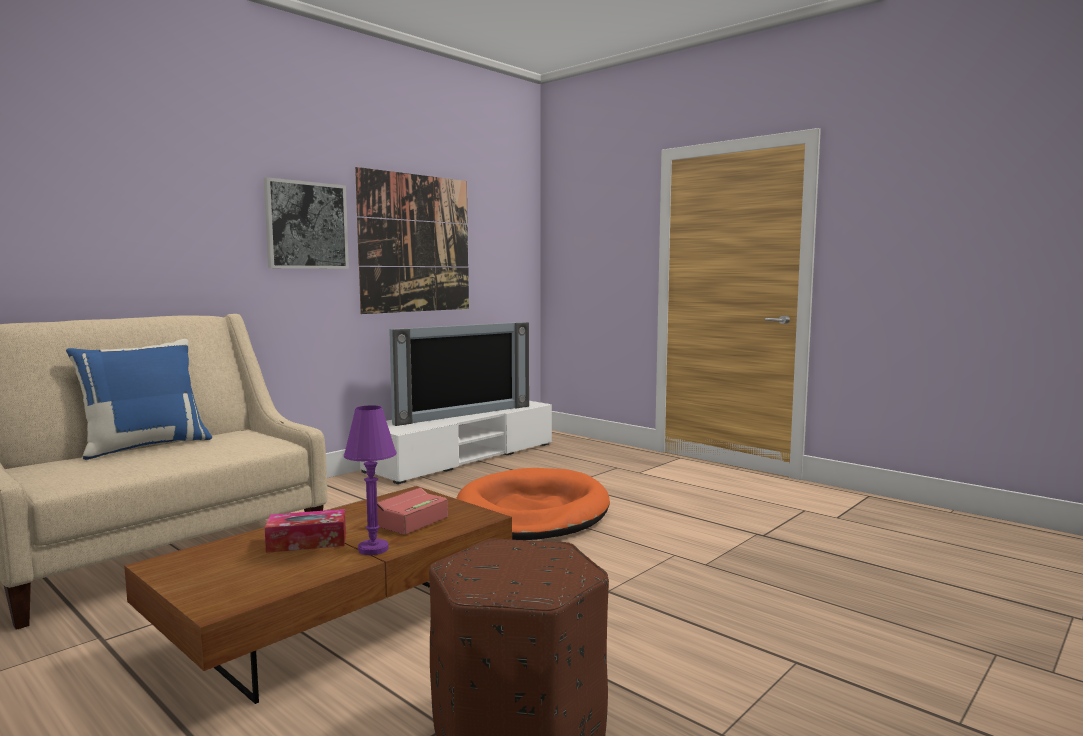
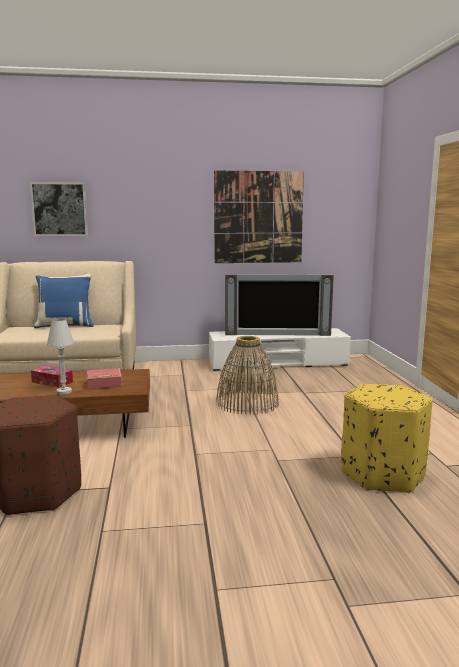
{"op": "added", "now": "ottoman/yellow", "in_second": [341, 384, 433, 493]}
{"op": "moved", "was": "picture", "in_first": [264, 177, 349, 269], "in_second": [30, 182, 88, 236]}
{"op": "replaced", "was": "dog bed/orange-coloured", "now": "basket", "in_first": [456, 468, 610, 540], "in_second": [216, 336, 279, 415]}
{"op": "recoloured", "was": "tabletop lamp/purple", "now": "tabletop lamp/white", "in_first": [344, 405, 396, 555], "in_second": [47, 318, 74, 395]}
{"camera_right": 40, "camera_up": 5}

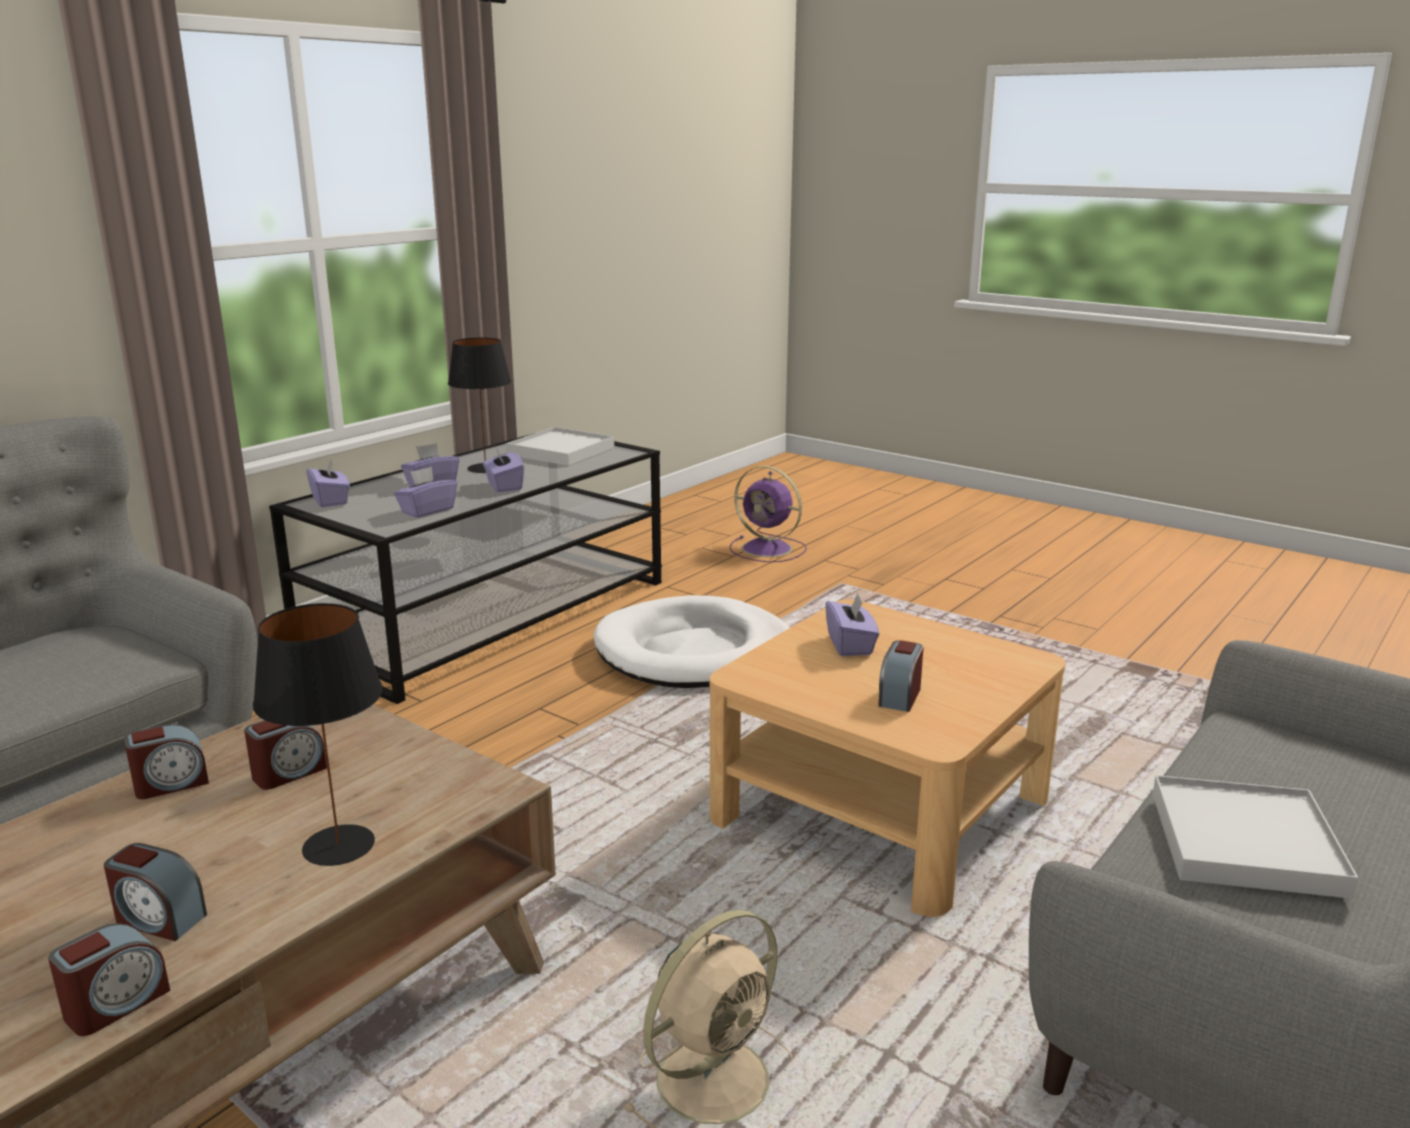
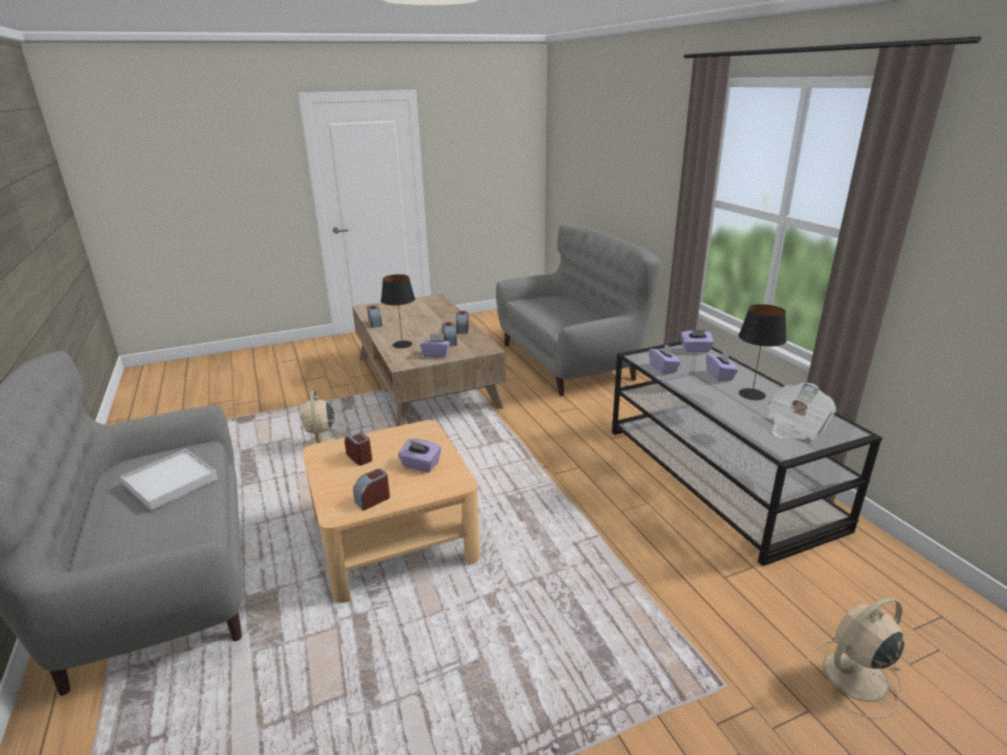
{"op": "removed", "was": "dog bed/white", "in_first": [594, 595, 790, 688]}
{"op": "moved", "was": "table clock", "in_first": [104, 843, 207, 941], "in_second": [353, 469, 390, 511]}
{"op": "moved", "was": "tissue box/purple", "in_first": [483, 448, 524, 492], "in_second": [420, 334, 450, 357]}
{"op": "replaced", "was": "serving tray/white", "now": "newspaper", "in_first": [506, 427, 614, 466], "in_second": [768, 382, 836, 440]}
{"op": "recoloured", "was": "cooling fan/purple", "now": "cooling fan/sand-coloured", "in_first": [729, 466, 807, 562], "in_second": [807, 597, 905, 719]}
{"camera_right": 120, "camera_up": 5}

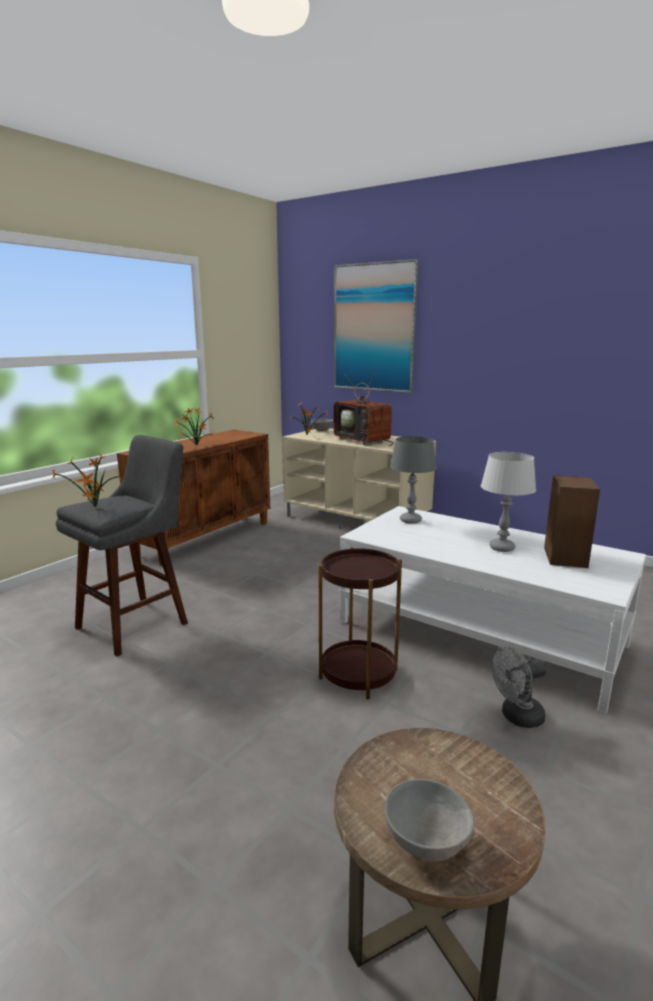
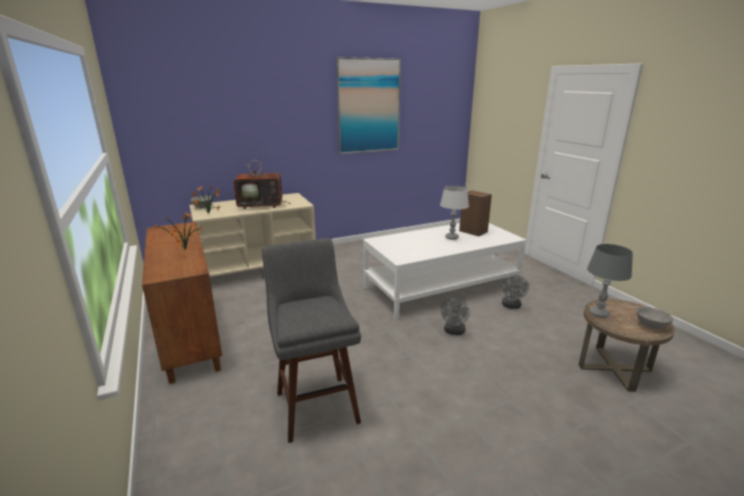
{"op": "removed", "was": "potted plant", "in_first": [52, 453, 122, 507]}
{"op": "moved", "was": "picture", "in_first": [334, 259, 419, 393], "in_second": [336, 57, 401, 154]}
{"op": "moved", "was": "tabletop lamp/greyish", "in_first": [390, 436, 437, 524], "in_second": [587, 244, 633, 318]}
{"op": "replaced", "was": "accent table/brownish", "now": "cooling fan/greyish", "in_first": [319, 547, 402, 699], "in_second": [441, 298, 470, 335]}
{"camera_right": -60, "camera_up": 5}

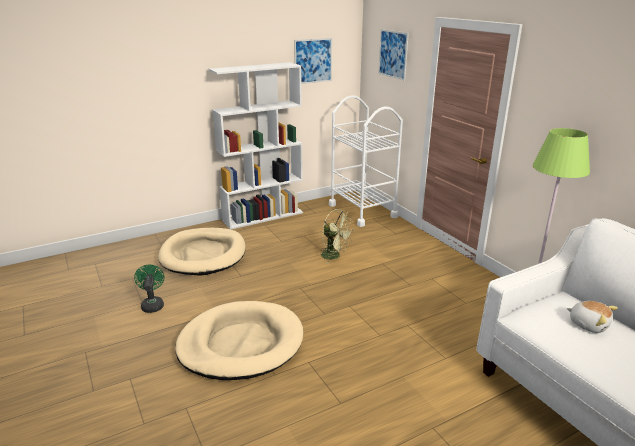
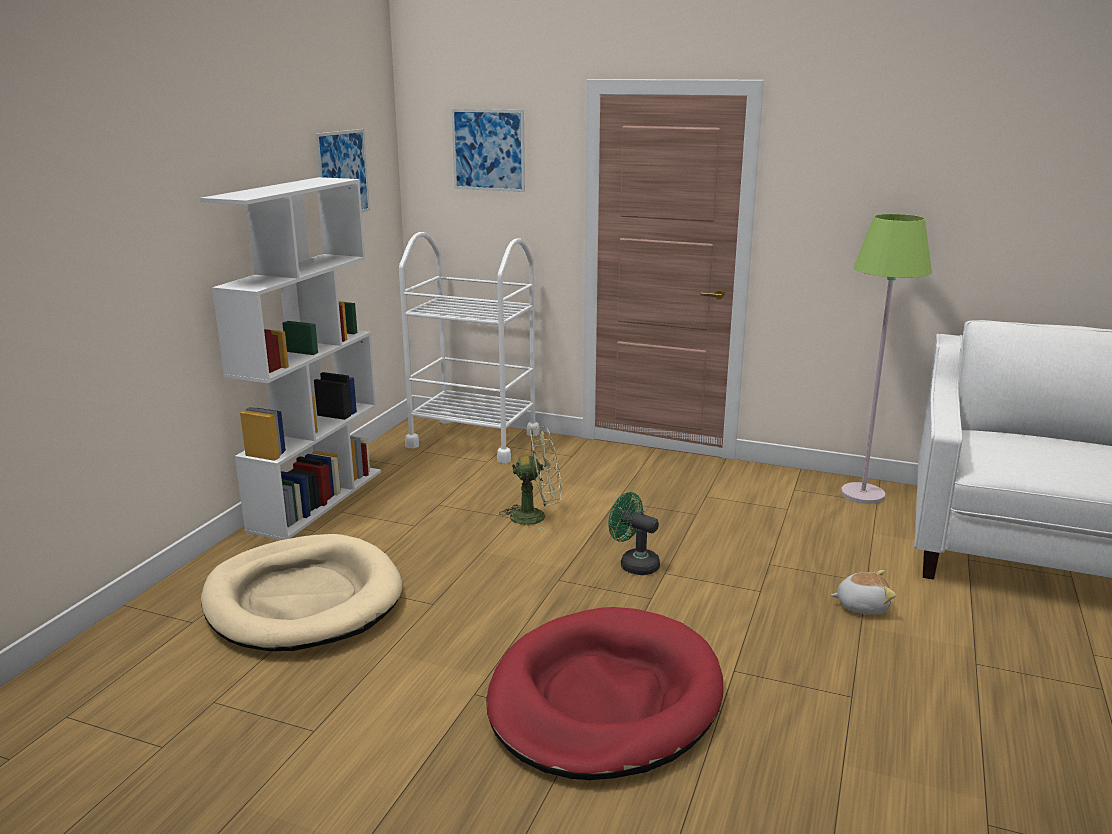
{"op": "moved", "was": "cooling fan/green-coloured", "in_first": [134, 265, 164, 313], "in_second": [608, 492, 660, 575]}
{"op": "moved", "was": "soft toy", "in_first": [566, 301, 618, 333], "in_second": [831, 570, 896, 615]}
{"op": "recoloured", "was": "dog bed/sand-coloured", "now": "dog bed/red", "in_first": [175, 301, 303, 380], "in_second": [486, 607, 723, 780]}
{"camera_right": -40, "camera_up": -5}

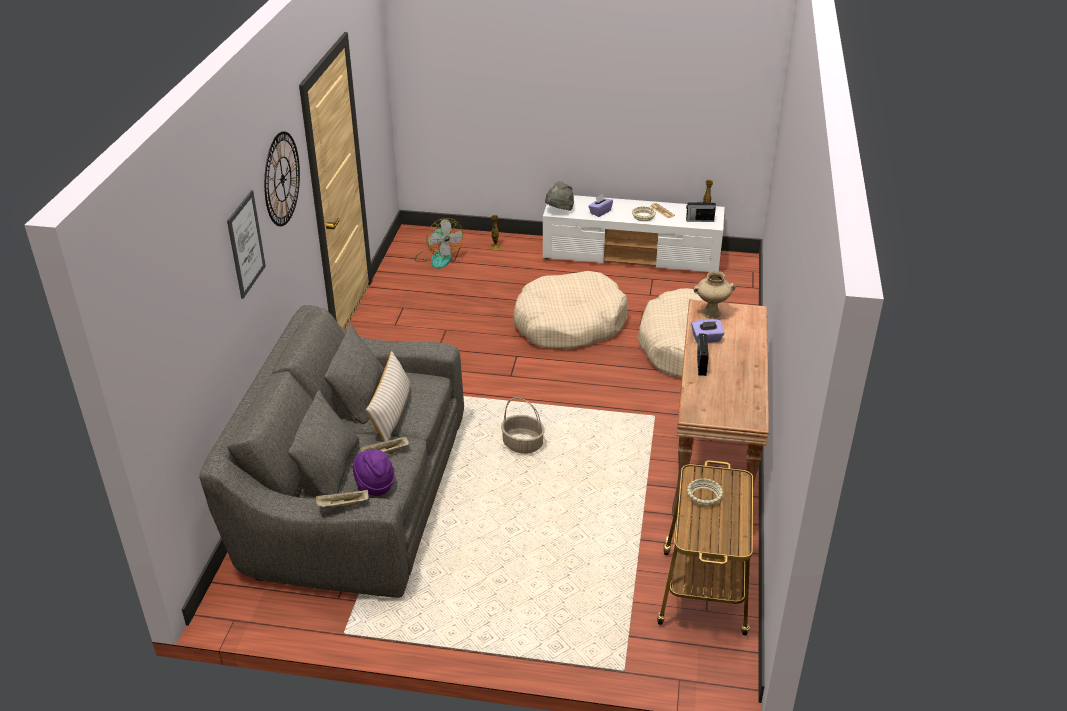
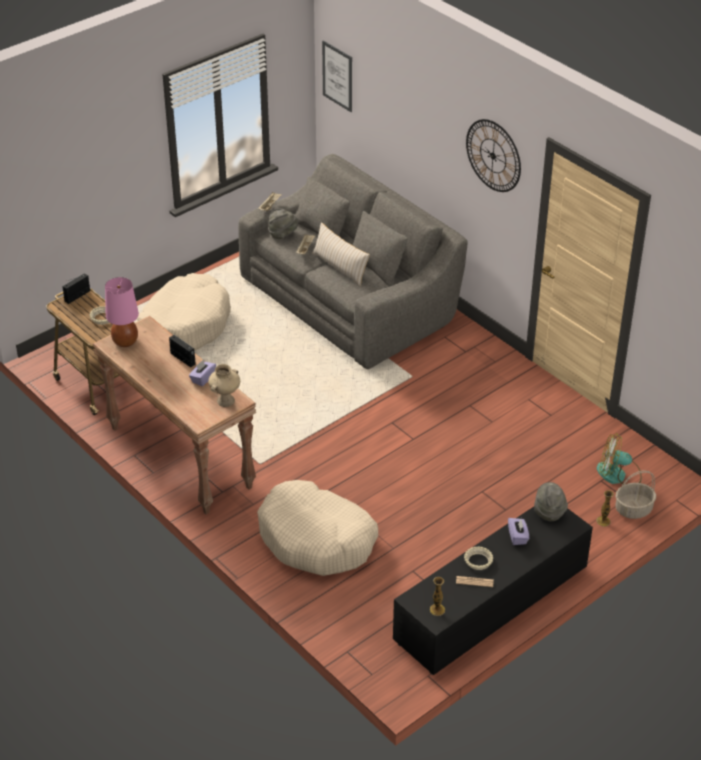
{"op": "added", "now": "tabletop lamp/pink", "in_second": [105, 277, 139, 347]}
{"op": "moved", "was": "picture", "in_first": [227, 190, 266, 299], "in_second": [322, 40, 352, 112]}
{"op": "moved", "was": "basket", "in_first": [501, 397, 545, 454], "in_second": [615, 471, 656, 519]}
{"op": "moved", "was": "dog bed/sand-coloured", "in_first": [513, 271, 628, 349], "in_second": [137, 273, 231, 351]}
{"op": "moved", "was": "radio receiver", "in_first": [686, 199, 716, 222], "in_second": [62, 273, 90, 304]}
{"op": "recoloured", "was": "wearable hat/purple", "now": "wearable hat/greyish", "in_first": [352, 449, 395, 496], "in_second": [268, 208, 298, 239]}
{"op": "recoloured", "was": "media console/white", "now": "media console/black-coloured", "in_first": [543, 195, 725, 272], "in_second": [393, 507, 593, 675]}
{"camera_right": 130, "camera_up": 5}

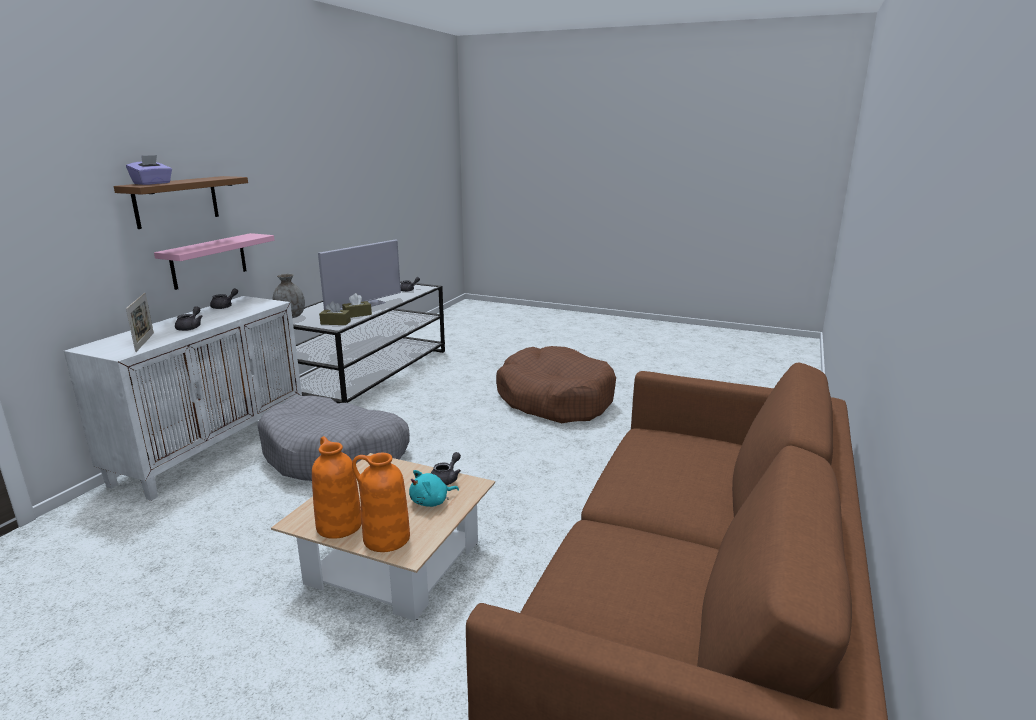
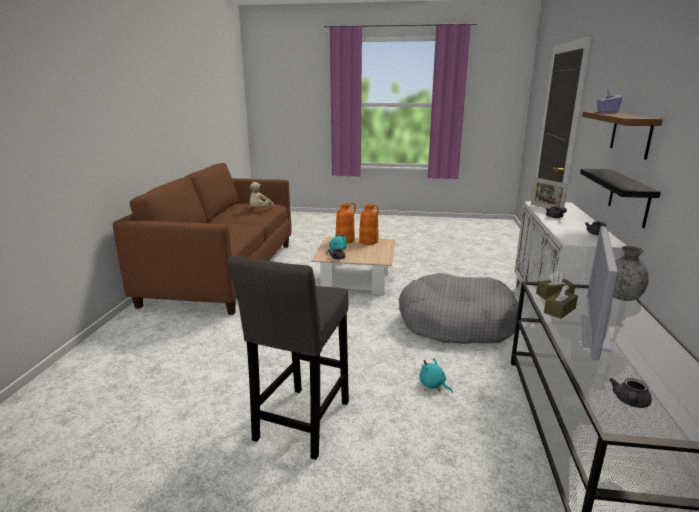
{"op": "added", "now": "soft toy/sand-coloured", "in_second": [250, 182, 274, 207]}
{"op": "added", "now": "soft toy/turquoise", "in_second": [419, 358, 453, 393]}
{"op": "replaced", "was": "dog bed/brownish", "now": "stool seat/greyish", "in_first": [496, 346, 616, 423], "in_second": [227, 255, 349, 460]}
{"op": "recoloured", "was": "bracket shelf/pink", "now": "bracket shelf/black-coloured", "in_first": [154, 233, 275, 290], "in_second": [580, 169, 661, 228]}
{"camera_right": 165, "camera_up": 0}

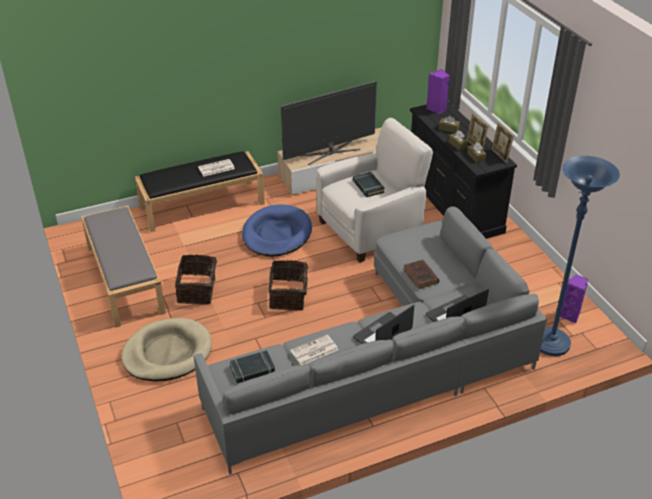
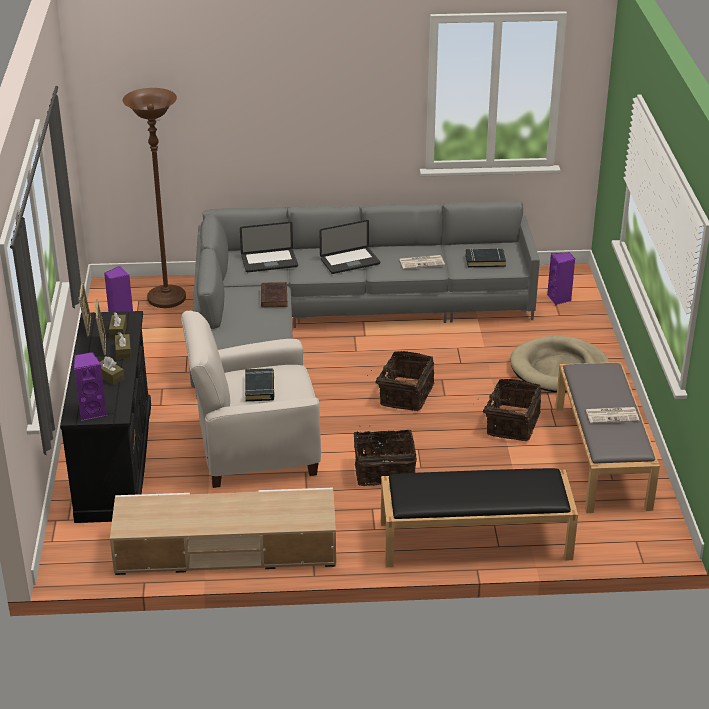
{"op": "removed", "was": "television", "in_first": [281, 81, 377, 165]}
{"op": "added", "now": "loudspeaker/purple", "in_second": [547, 252, 575, 305]}
{"op": "moved", "was": "newspaper", "in_first": [198, 159, 235, 177], "in_second": [586, 407, 639, 423]}
{"op": "replaced", "was": "dog bed/blue", "now": "basket", "in_first": [242, 204, 312, 256], "in_second": [354, 426, 417, 486]}
{"op": "recoloured", "was": "floor lamp/blue", "now": "floor lamp/brownish", "in_first": [540, 156, 620, 356], "in_second": [123, 88, 186, 308]}
{"camera_right": -160, "camera_up": -5}

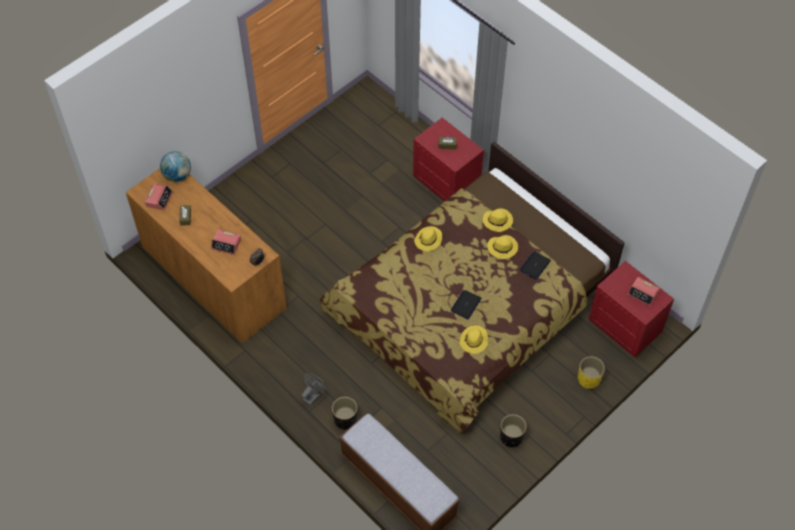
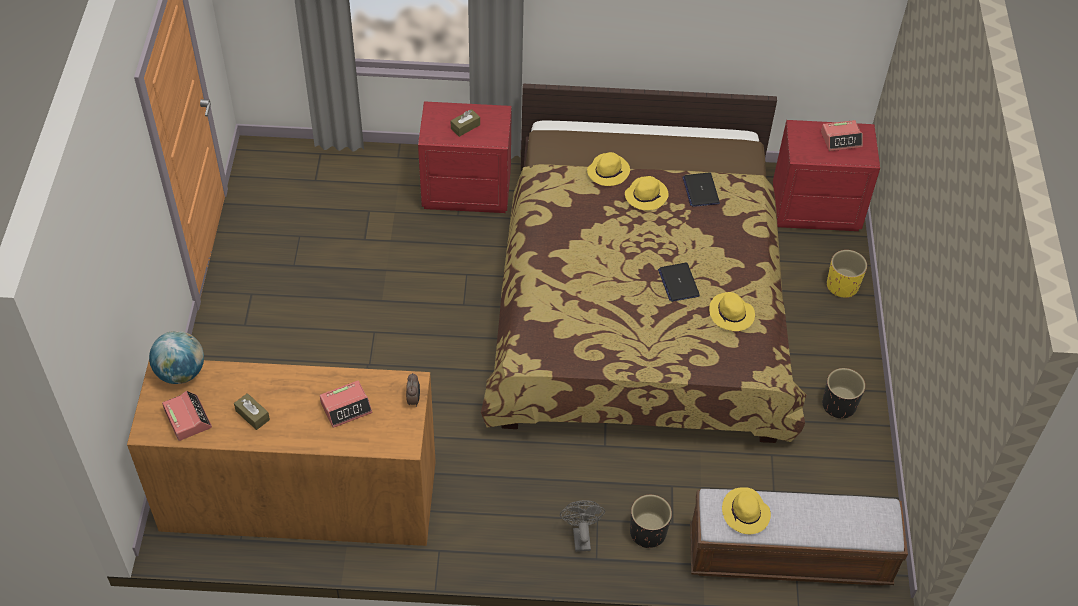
{"op": "moved", "was": "wearable hat/yellow", "in_first": [414, 226, 442, 251], "in_second": [722, 487, 771, 534]}
{"camera_right": -45, "camera_up": -5}

